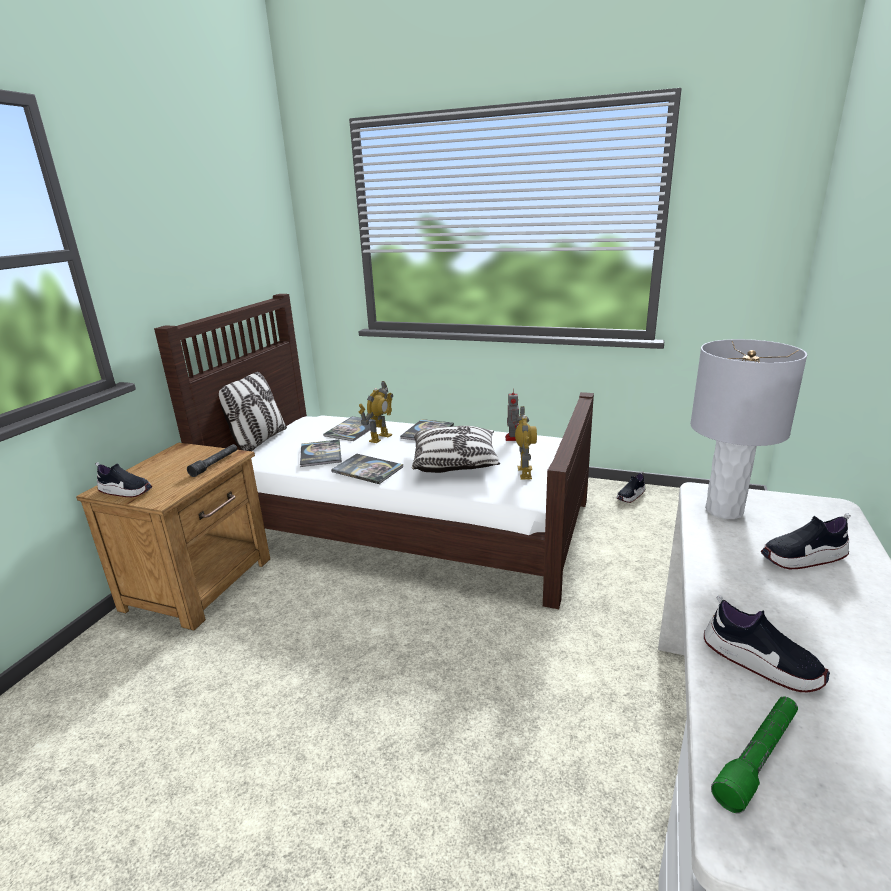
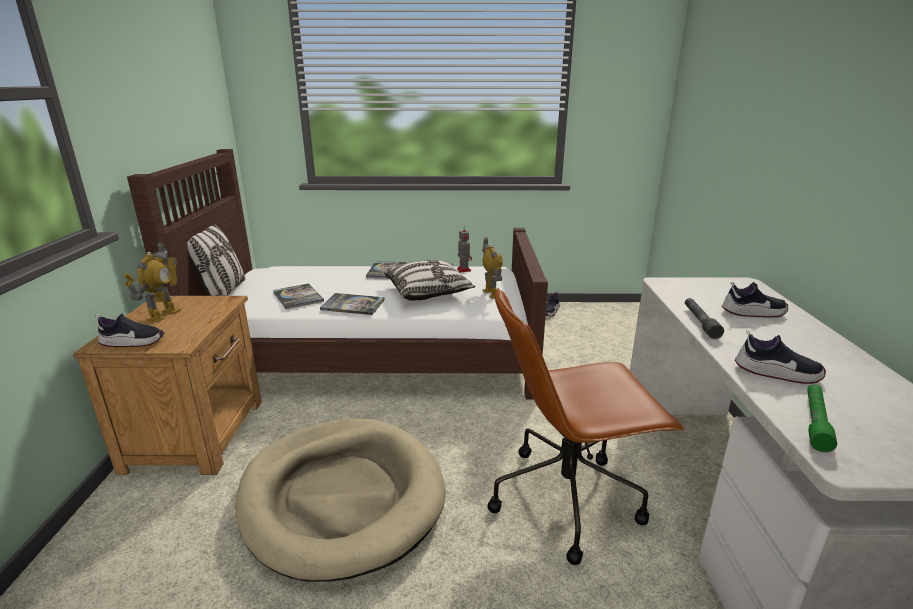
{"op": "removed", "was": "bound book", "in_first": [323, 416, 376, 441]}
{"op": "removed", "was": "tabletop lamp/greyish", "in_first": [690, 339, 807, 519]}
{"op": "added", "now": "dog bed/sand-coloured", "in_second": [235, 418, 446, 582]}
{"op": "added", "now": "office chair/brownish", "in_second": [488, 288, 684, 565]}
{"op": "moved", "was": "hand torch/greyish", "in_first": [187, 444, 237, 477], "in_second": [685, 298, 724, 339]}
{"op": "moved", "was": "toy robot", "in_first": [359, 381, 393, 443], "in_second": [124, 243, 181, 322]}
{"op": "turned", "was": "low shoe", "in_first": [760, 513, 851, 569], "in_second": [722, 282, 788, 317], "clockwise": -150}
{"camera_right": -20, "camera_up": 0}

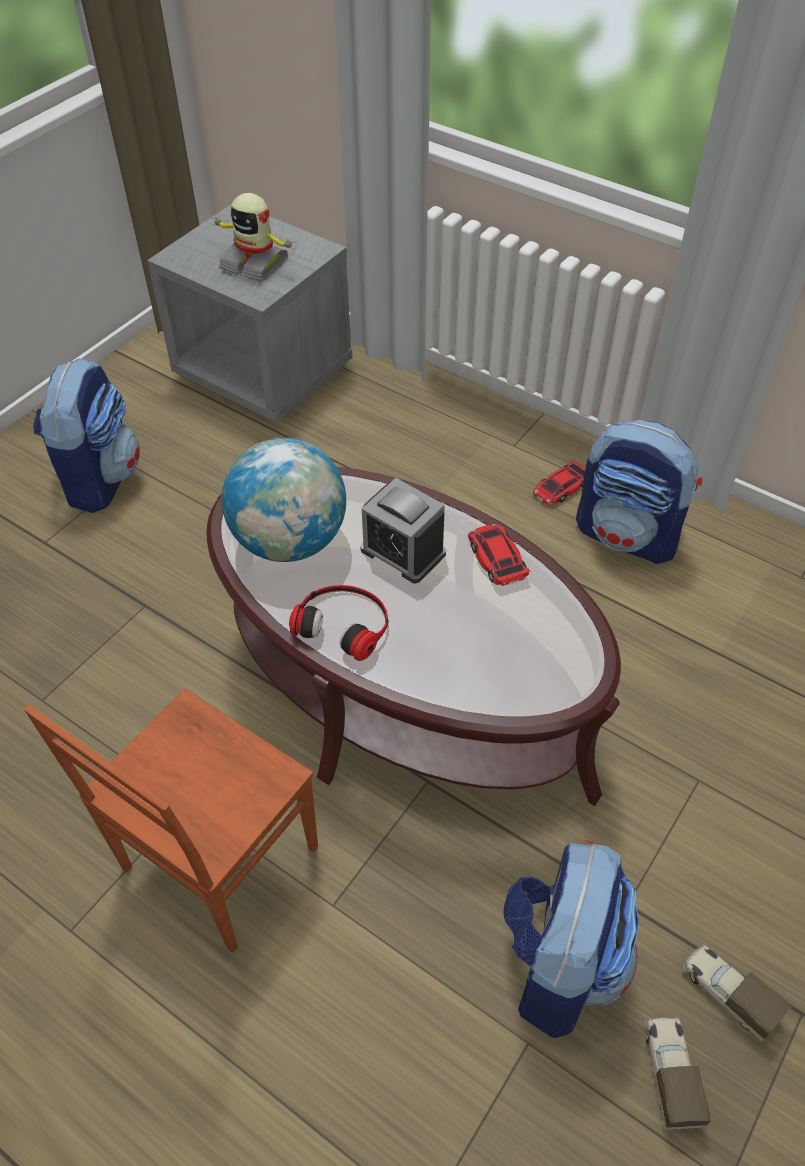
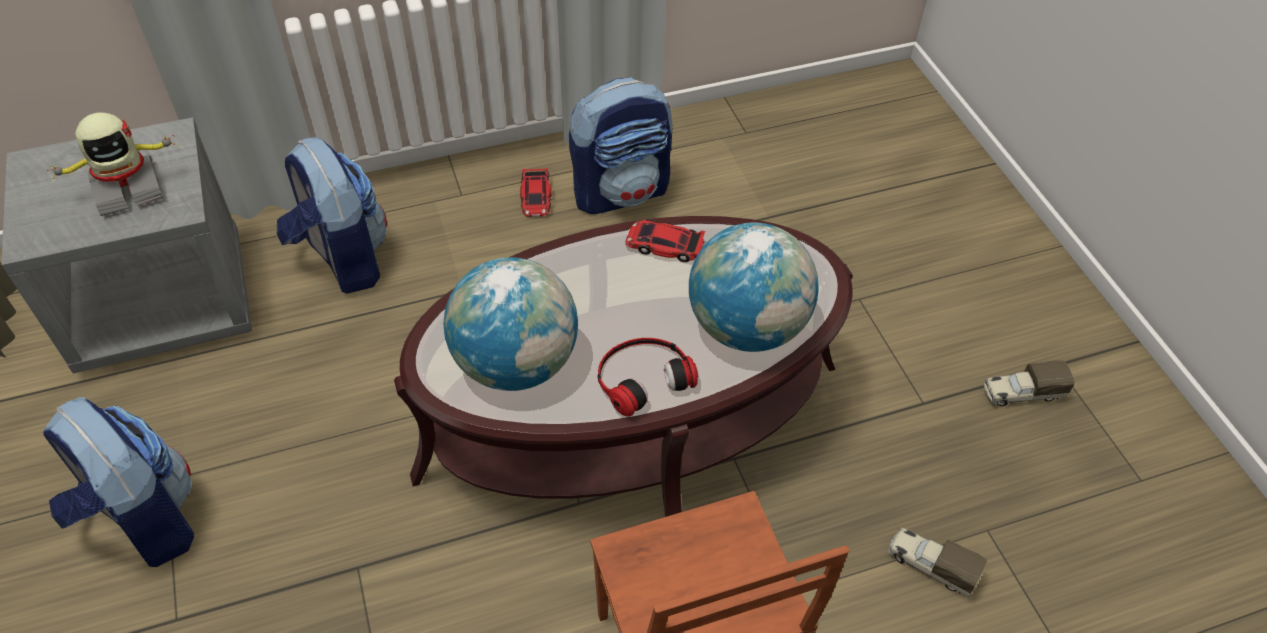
{"op": "removed", "was": "table clock", "in_first": [360, 478, 446, 584]}
{"op": "added", "now": "globe", "in_second": [689, 222, 819, 352]}
{"op": "moved", "was": "knapsack", "in_first": [504, 840, 639, 1038], "in_second": [277, 137, 387, 293]}
{"op": "moved", "was": "toy truck", "in_first": [644, 1016, 711, 1130], "in_second": [888, 527, 988, 597]}
{"camera_right": -55, "camera_up": 0}

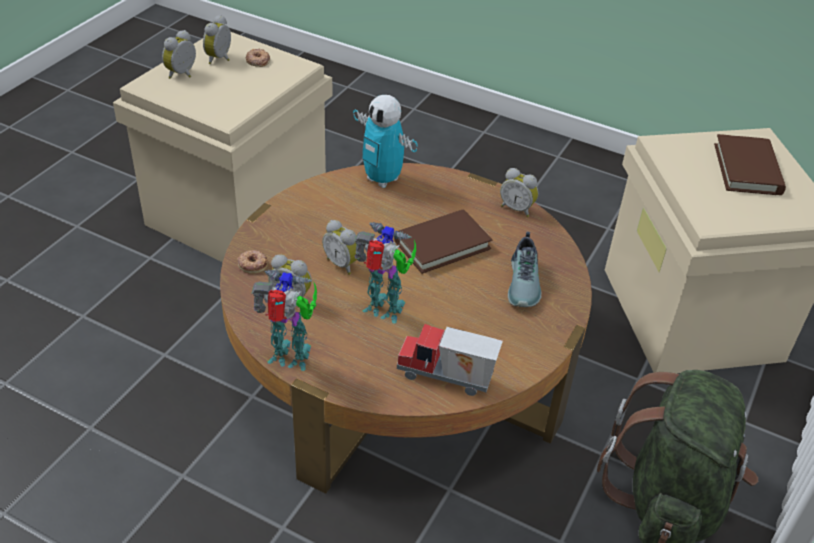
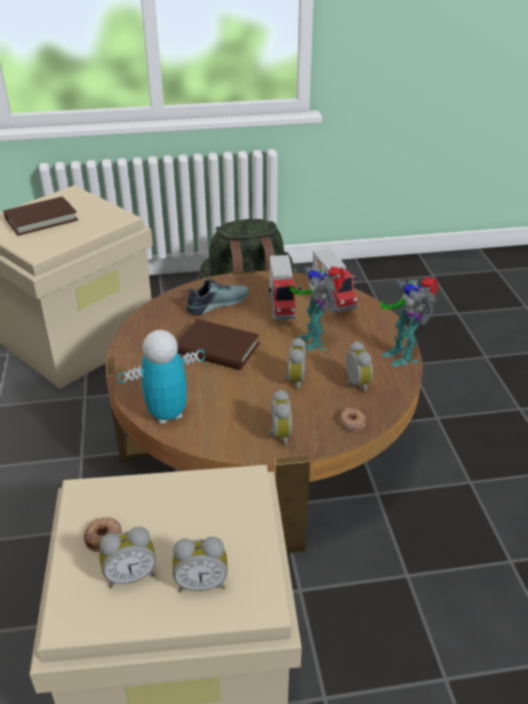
{"op": "added", "now": "toy truck", "in_second": [269, 255, 301, 321]}
{"op": "moved", "was": "table clock", "in_first": [500, 168, 538, 217], "in_second": [268, 389, 292, 446]}
{"op": "turned", "was": "toy robot", "in_first": [353, 95, 418, 188], "in_second": [118, 330, 205, 424], "clockwise": -120}
{"camera_right": -125, "camera_up": -5}

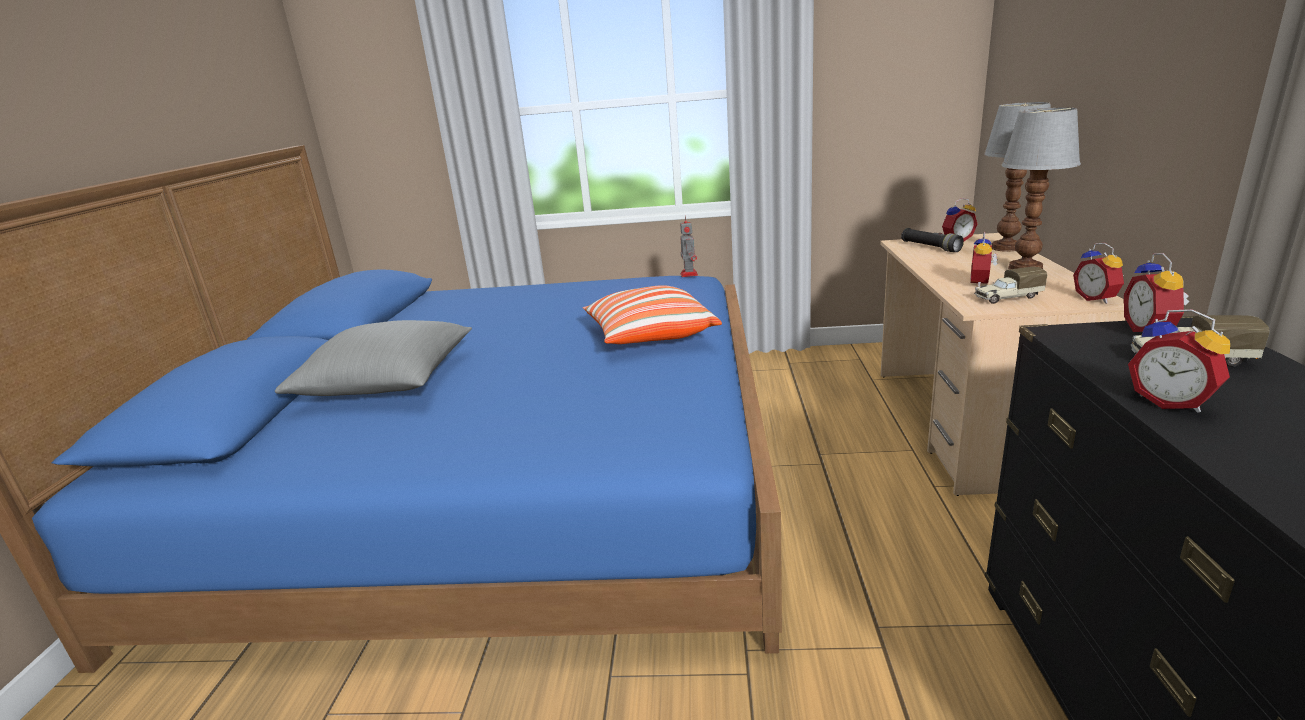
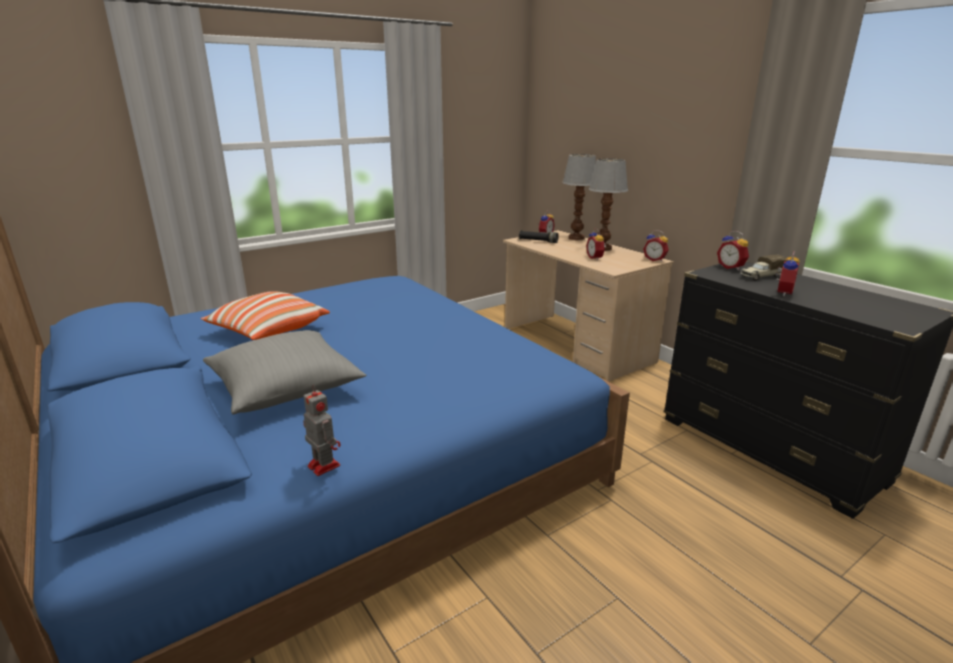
{"op": "removed", "was": "toy truck", "in_first": [974, 267, 1047, 304]}
{"op": "moved", "was": "throw pillow", "in_first": [583, 285, 722, 344], "in_second": [201, 291, 330, 340]}
{"op": "moved", "was": "toy robot", "in_first": [680, 215, 698, 277], "in_second": [303, 384, 341, 476]}
{"op": "turned", "was": "table clock", "in_first": [1128, 309, 1230, 413], "in_second": [776, 251, 800, 296], "clockwise": -75}
{"camera_right": -40, "camera_up": 0}

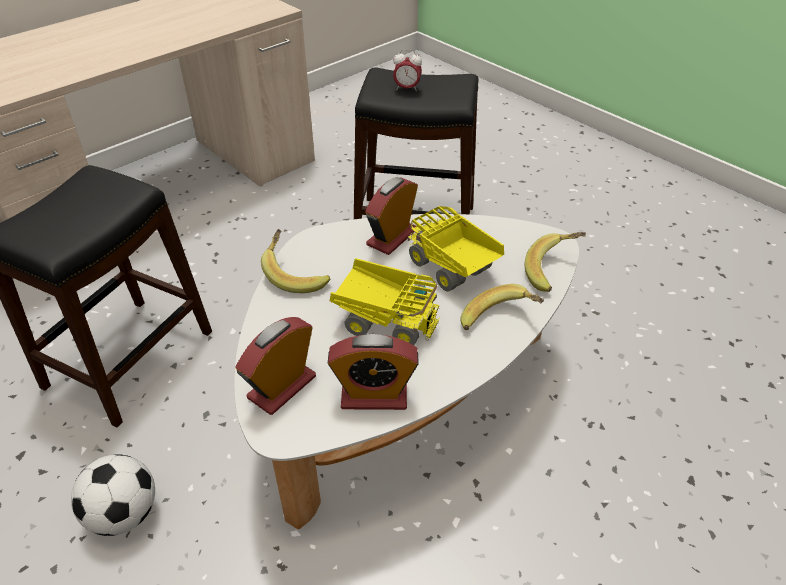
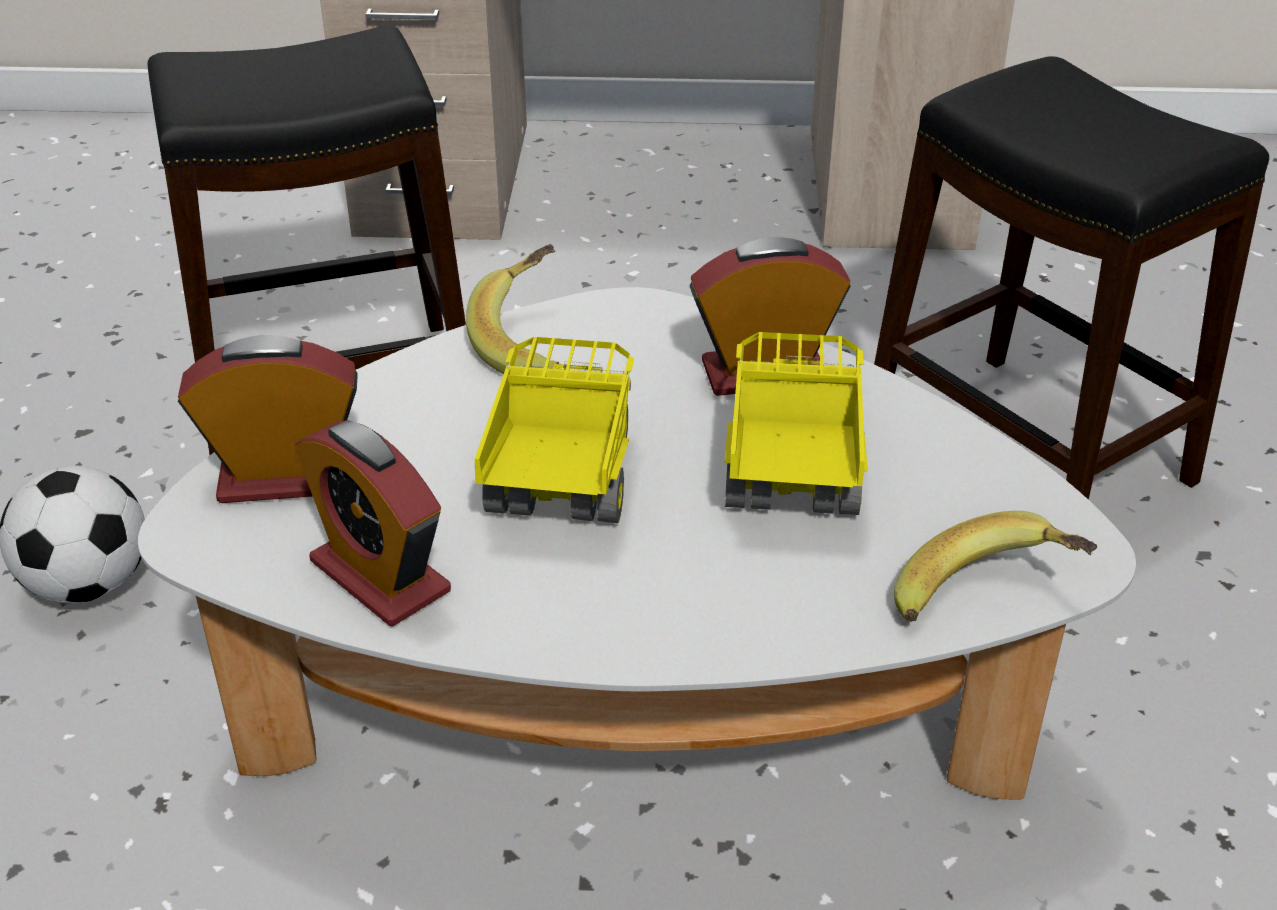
{"op": "removed", "was": "table clock", "in_first": [393, 49, 422, 92]}
{"op": "removed", "was": "whole banana", "in_first": [460, 284, 544, 330]}
{"op": "turned", "was": "toy truck", "in_first": [330, 258, 440, 345], "in_second": [475, 337, 634, 523], "clockwise": -150}
{"camera_right": 45, "camera_up": -5}

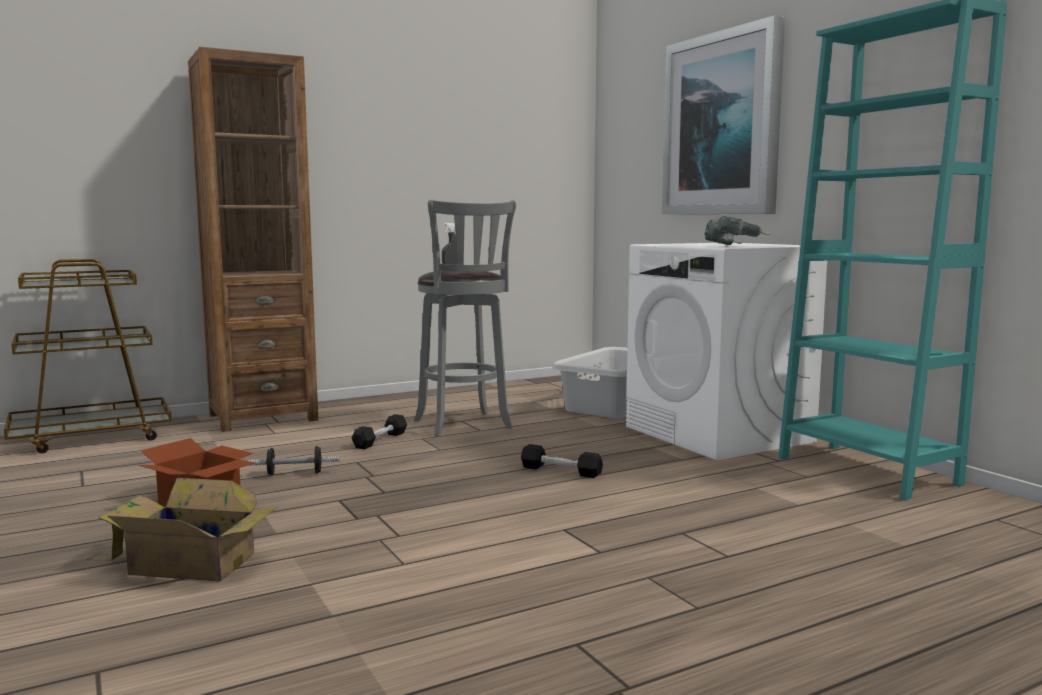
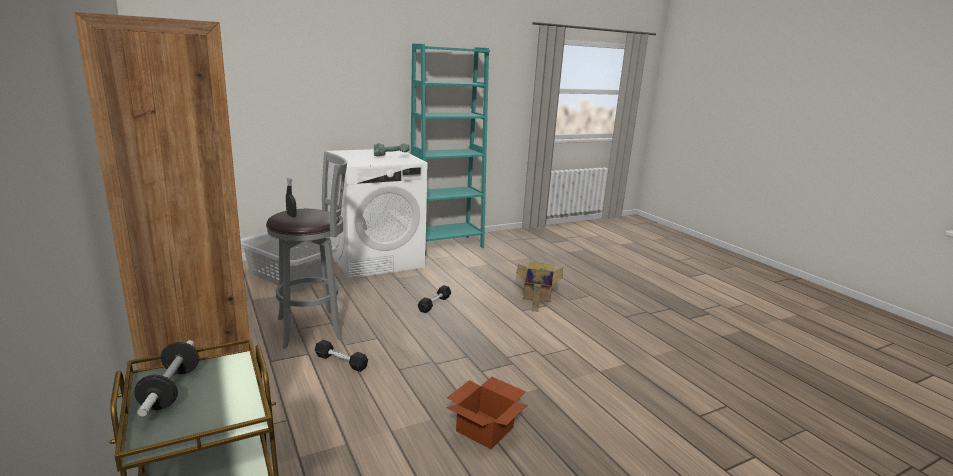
{"op": "removed", "was": "picture", "in_first": [662, 15, 785, 214]}
{"op": "moved", "was": "cardboard box", "in_first": [87, 478, 278, 582], "in_second": [516, 262, 563, 312]}
{"op": "moved", "was": "hand weight", "in_first": [248, 446, 340, 476], "in_second": [134, 340, 199, 416]}
{"camera_right": -90, "camera_up": 10}

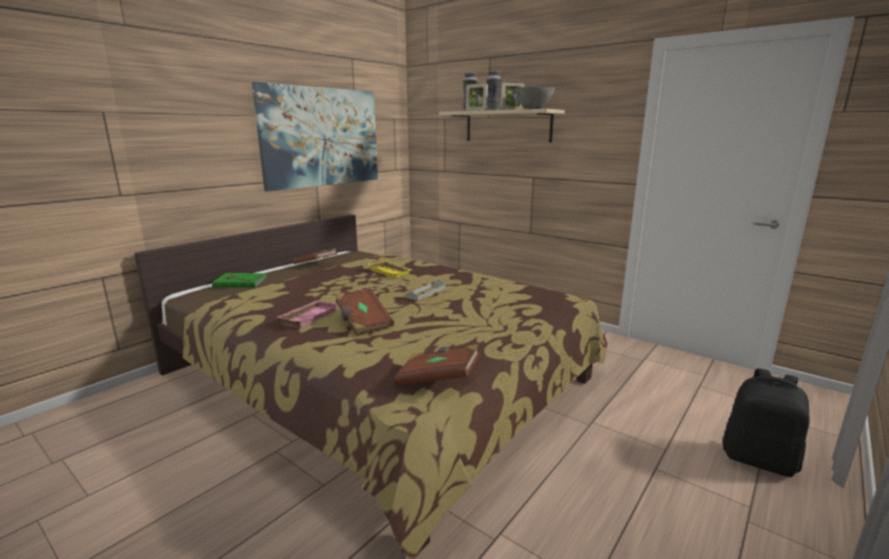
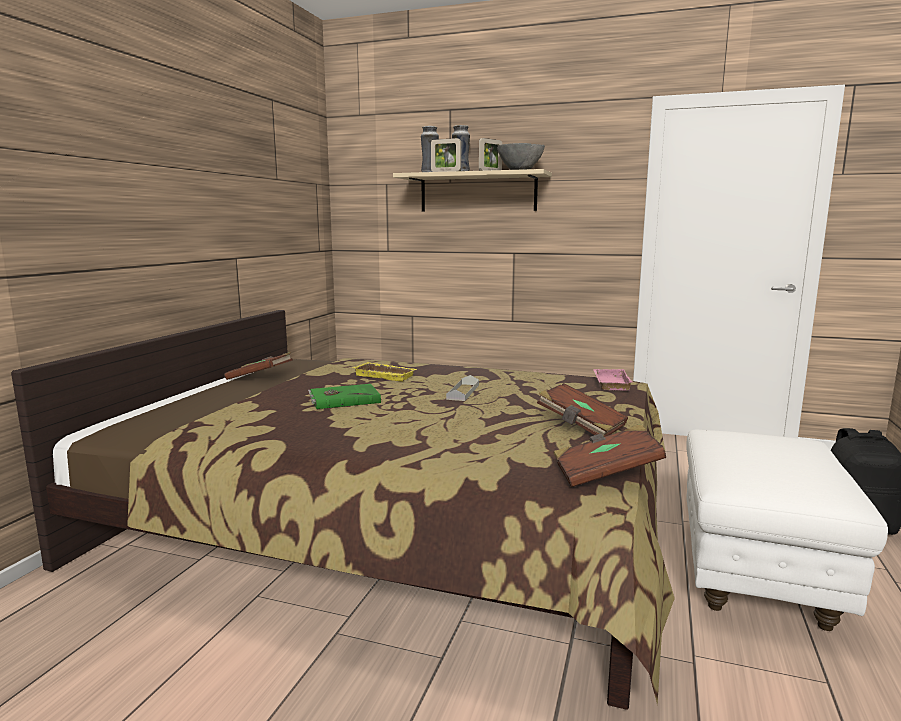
{"op": "removed", "was": "picture", "in_first": [252, 82, 378, 191]}
{"op": "added", "now": "ottoman/white", "in_second": [686, 429, 888, 631]}
{"op": "moved", "was": "bound book/green-coloured", "in_first": [212, 273, 267, 288], "in_second": [308, 384, 381, 409]}
{"op": "moved", "was": "serving tray/pink", "in_first": [278, 300, 338, 328], "in_second": [593, 369, 633, 391]}
{"op": "moved", "was": "bound book/brownish", "in_first": [335, 288, 394, 336], "in_second": [537, 383, 628, 437]}
{"camera_right": -20, "camera_up": -5}

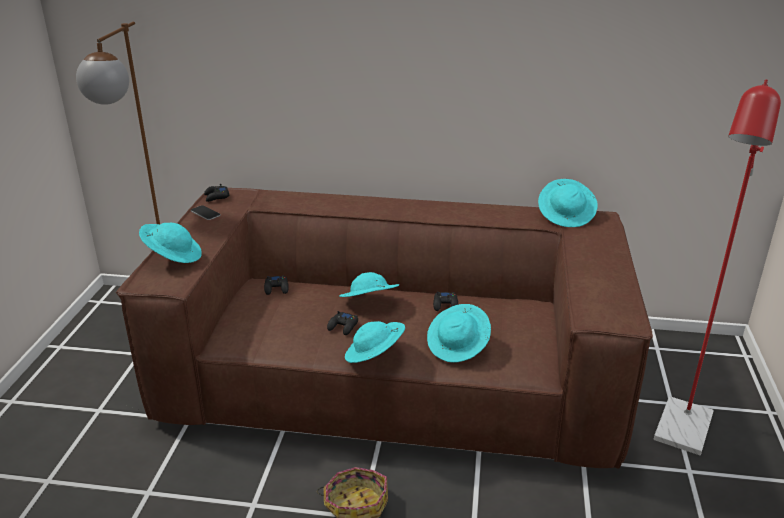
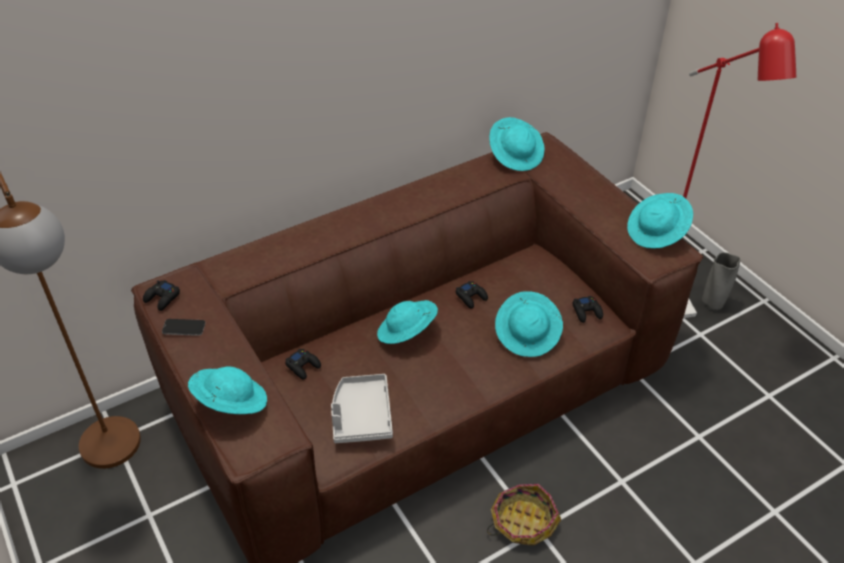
{"op": "added", "now": "serving tray/greyish", "in_second": [331, 374, 393, 443]}
{"op": "added", "now": "decorative vase/greyish", "in_second": [702, 252, 741, 310]}
{"op": "moved", "was": "game controller/black-coloured", "in_first": [327, 311, 358, 335], "in_second": [573, 296, 603, 323]}
{"op": "moved", "was": "wearable hat/turquoise", "in_first": [345, 321, 405, 363], "in_second": [627, 193, 693, 249]}
{"camera_right": -40, "camera_up": 15}

